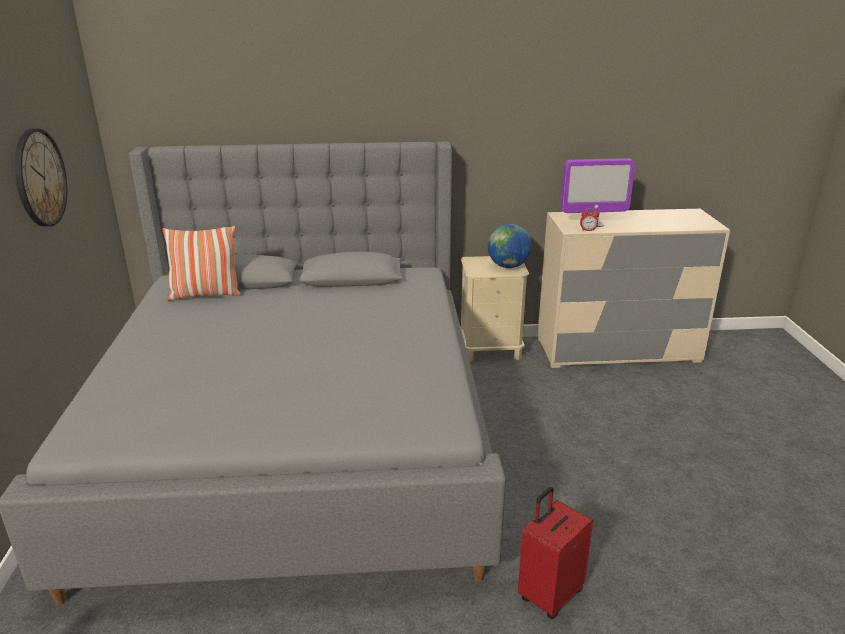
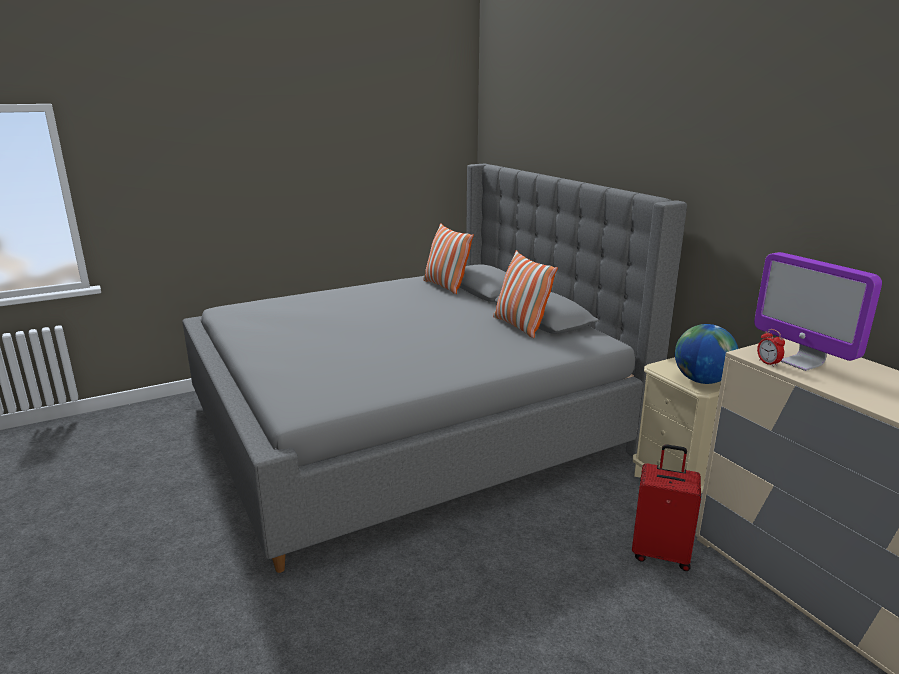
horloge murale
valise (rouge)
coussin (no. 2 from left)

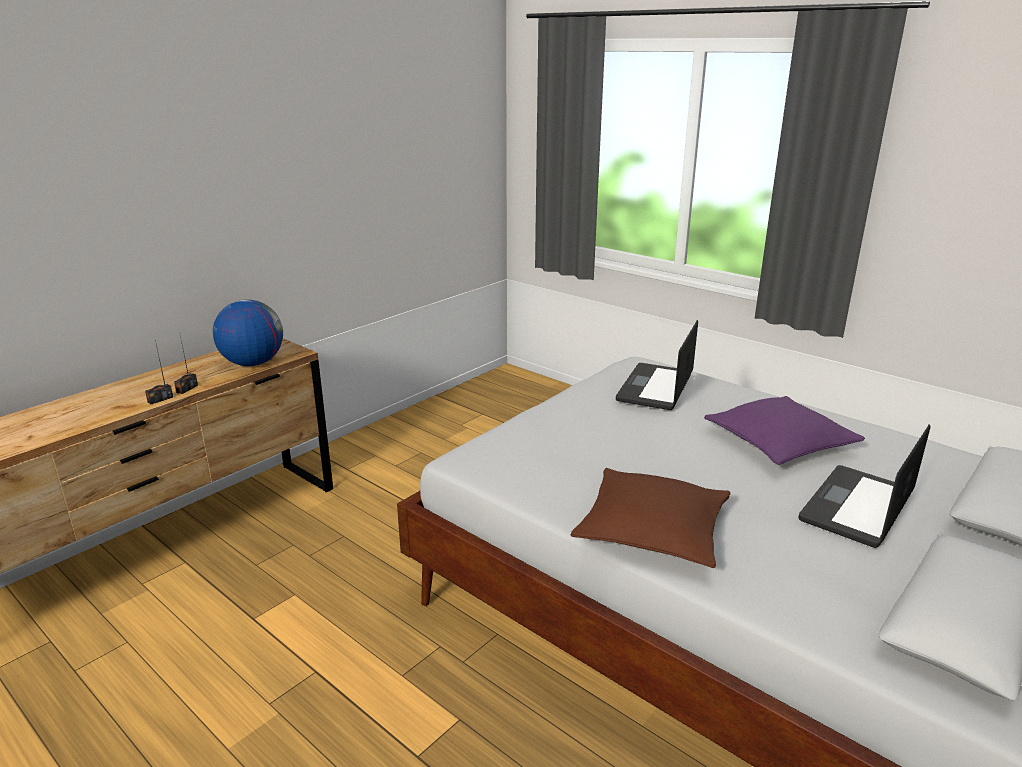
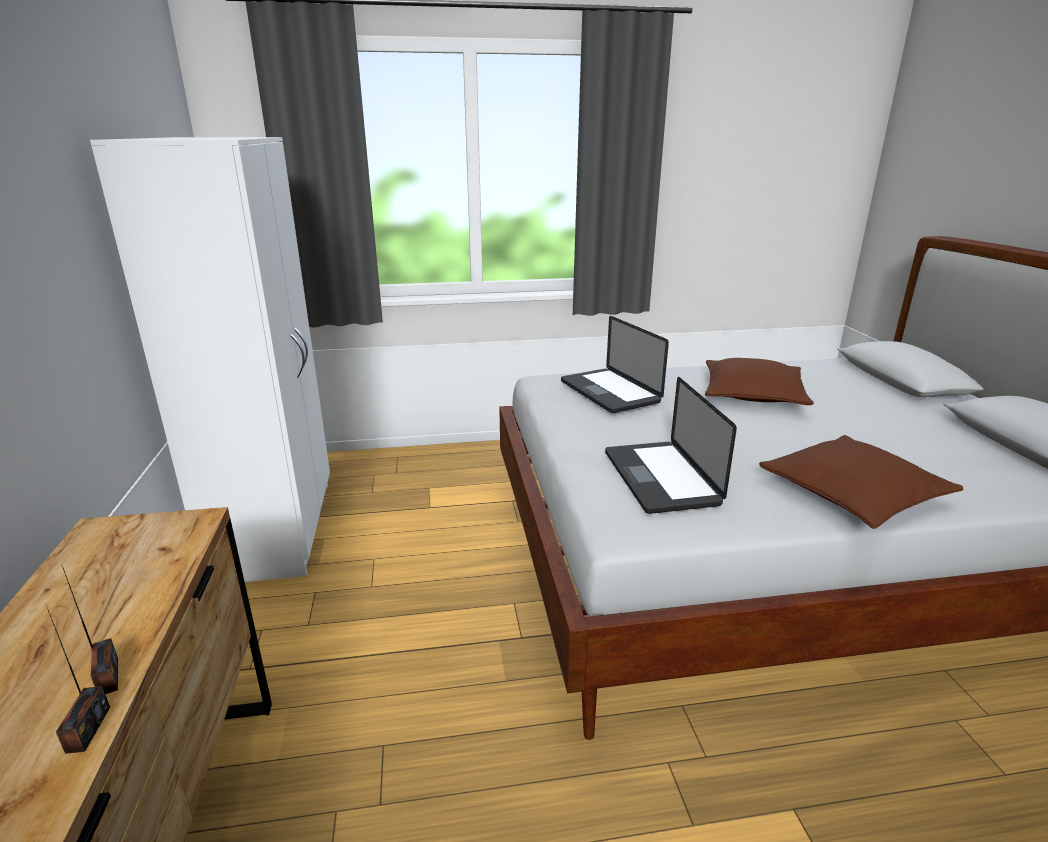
globe
coussin (marron) (no. 1 from left)
ordinateur portable (no. 2 from left)
armoire (blanc)

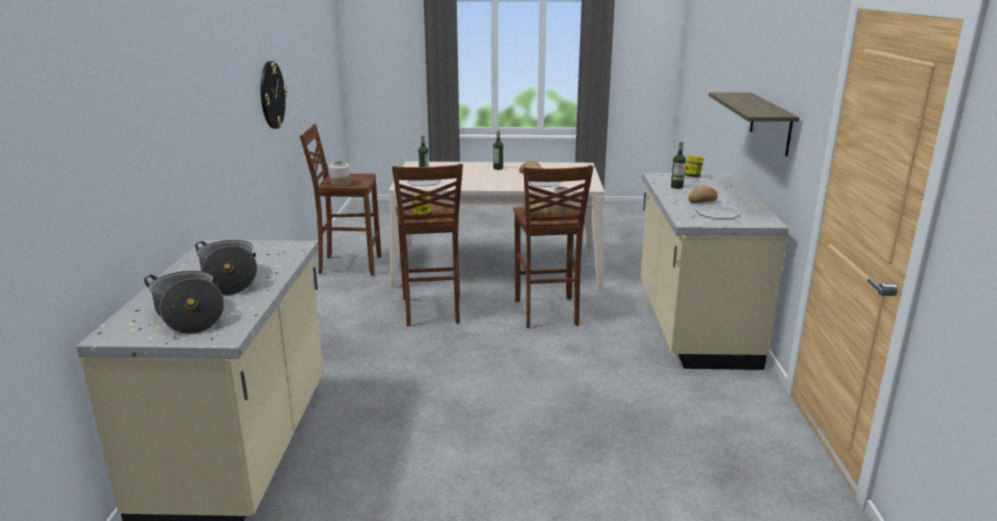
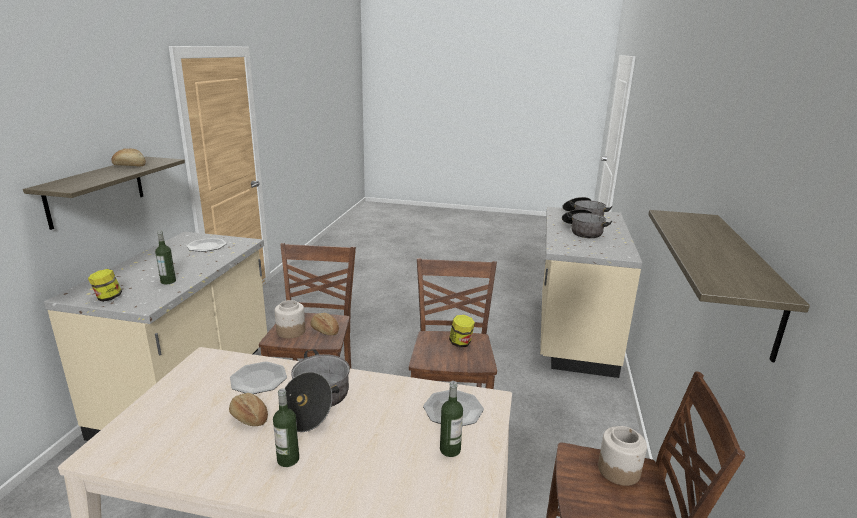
étagère (no. 2 from left)
pain (no. 1 from left)
marmite (no. 1 from left)

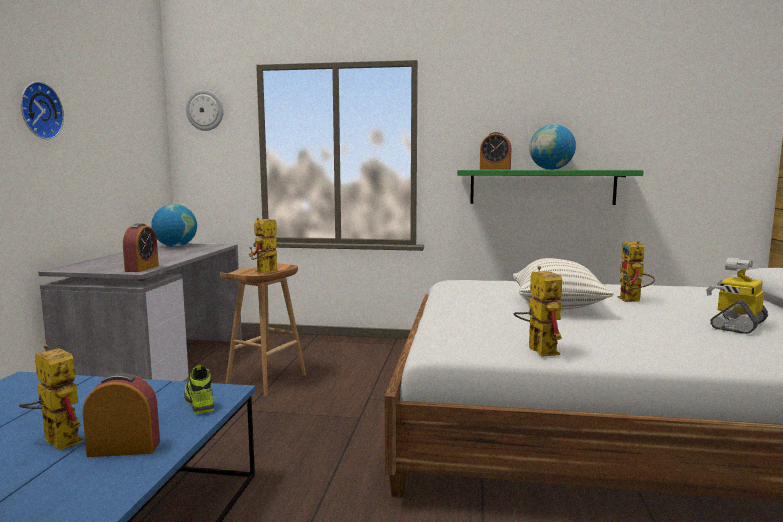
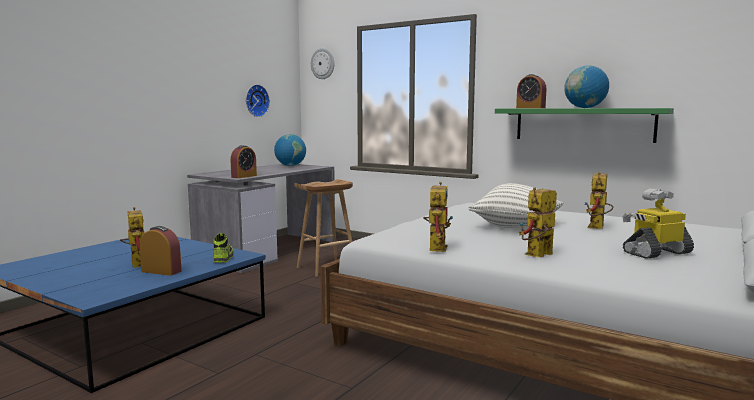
horloge murale (no. 1 from left)
robot jouet (no. 3 from left)

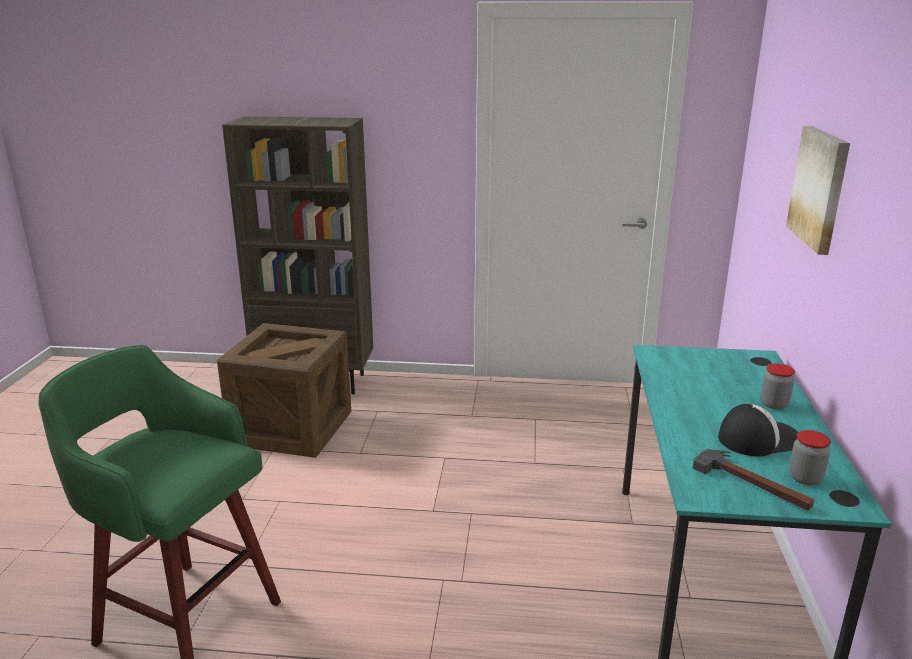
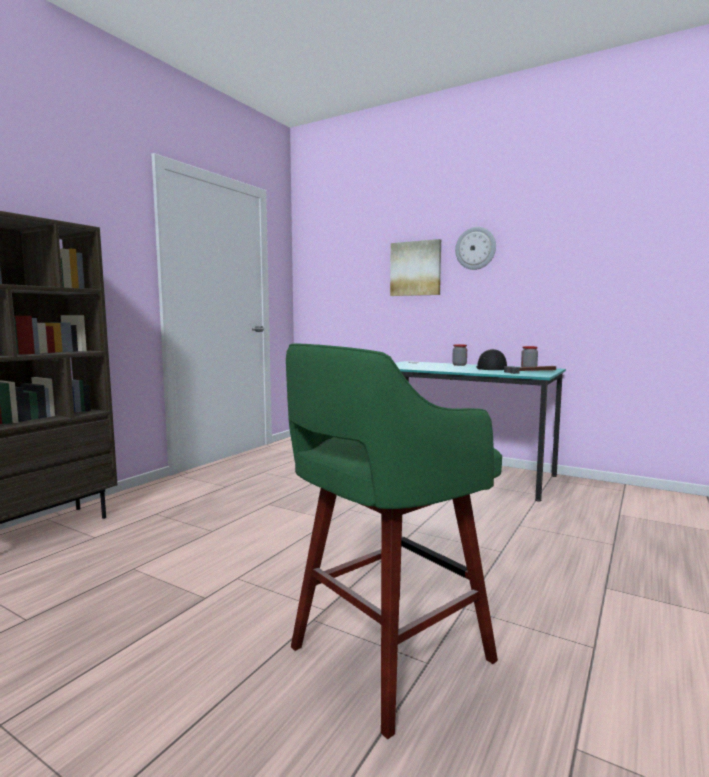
caisse
horloge murale

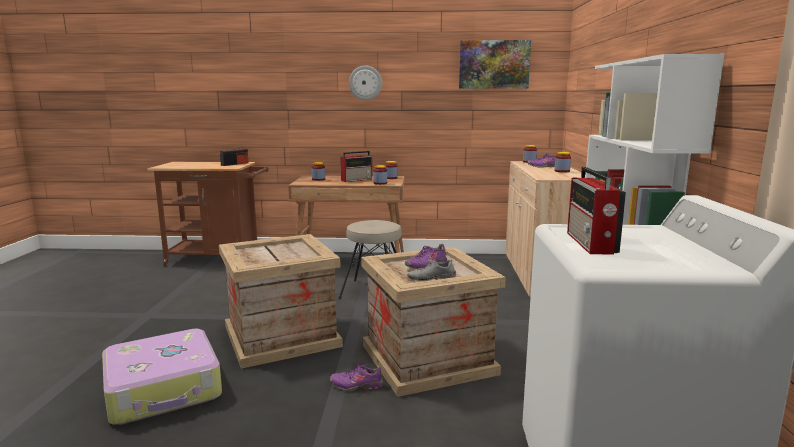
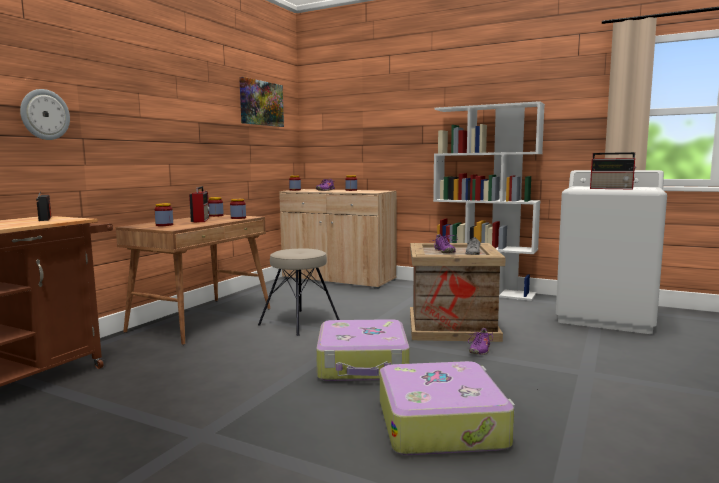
valise (no. 1 from left)
horloge murale

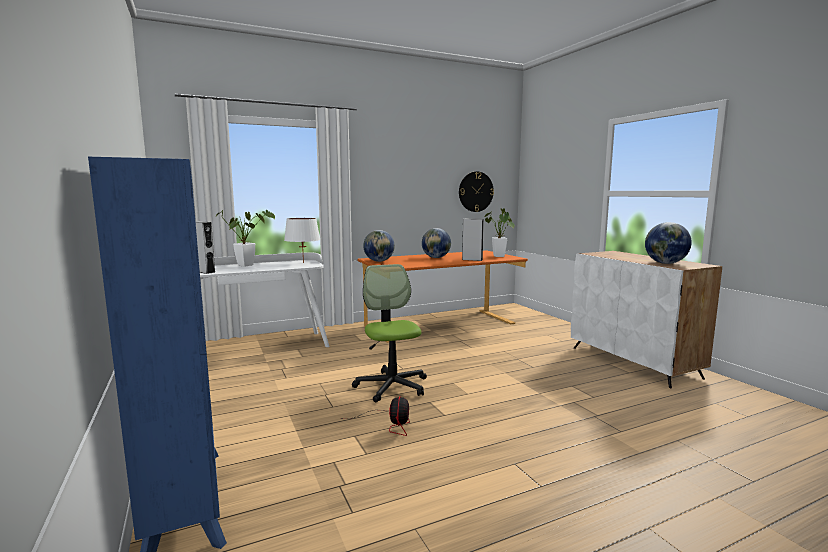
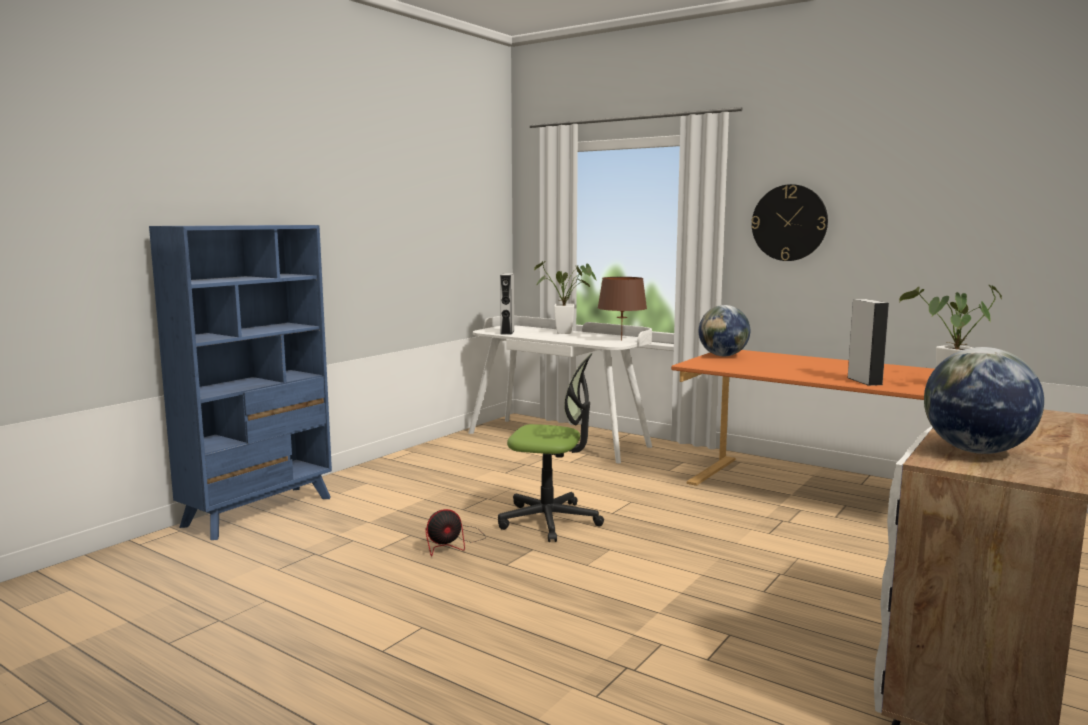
lampe de table (marron)
chaise de bureau
globe (no. 2 from left in the first image)
horloge murale

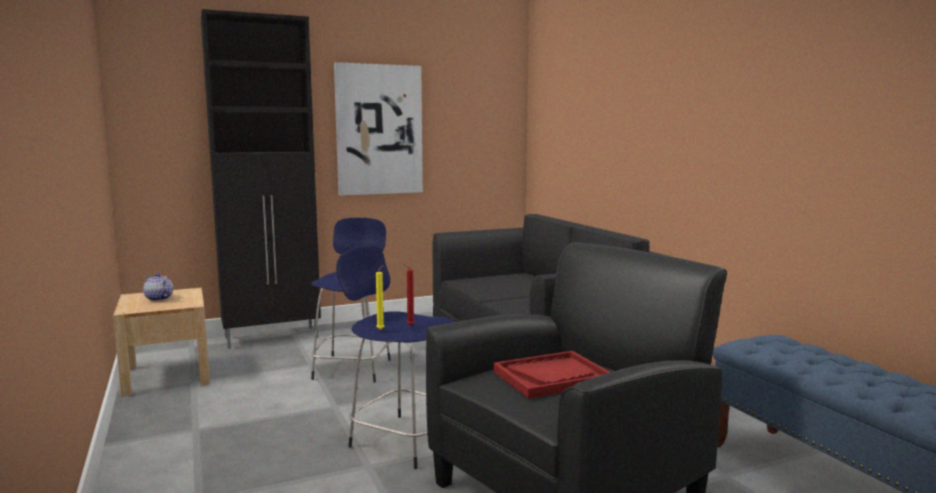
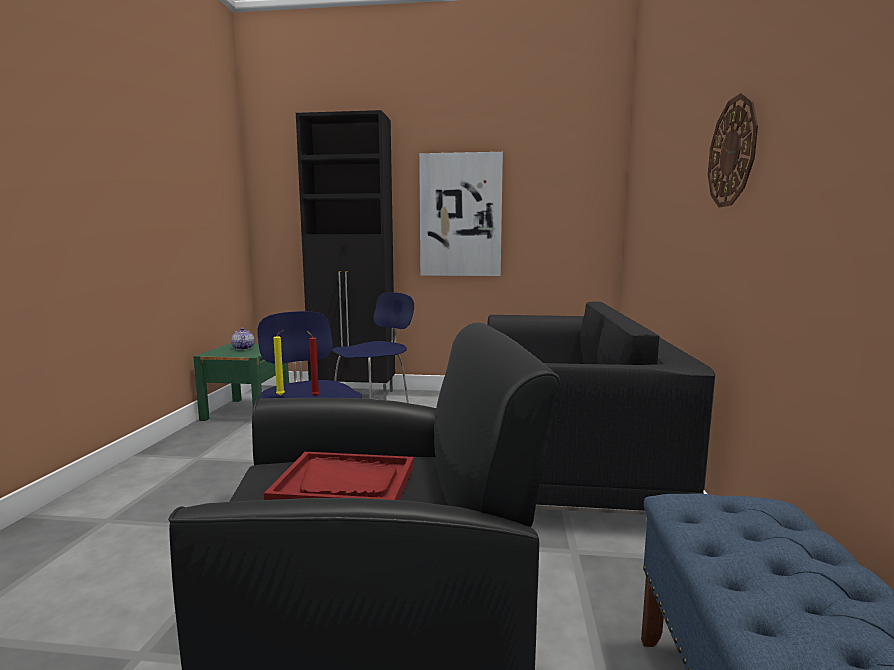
table de chevet (vert)
horloge murale

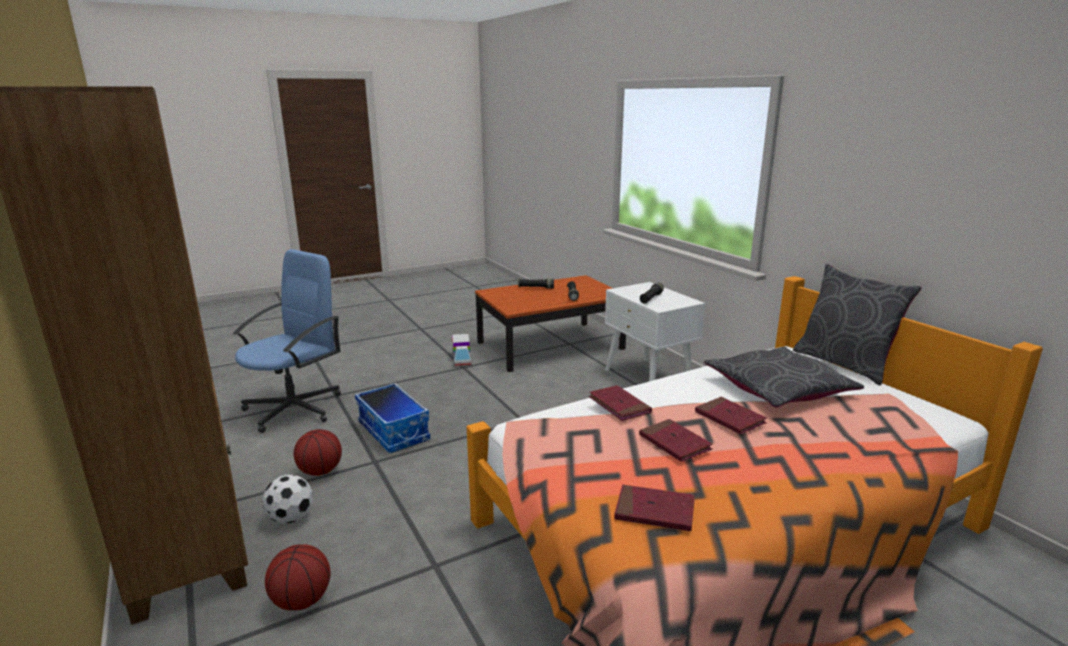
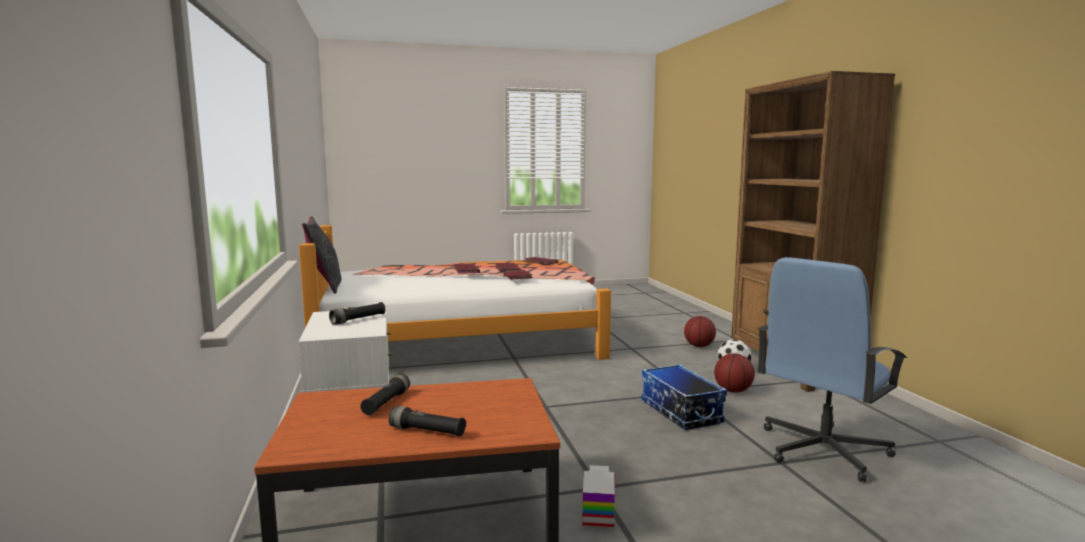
coussin (gris) (no. 1 from left in the first image)

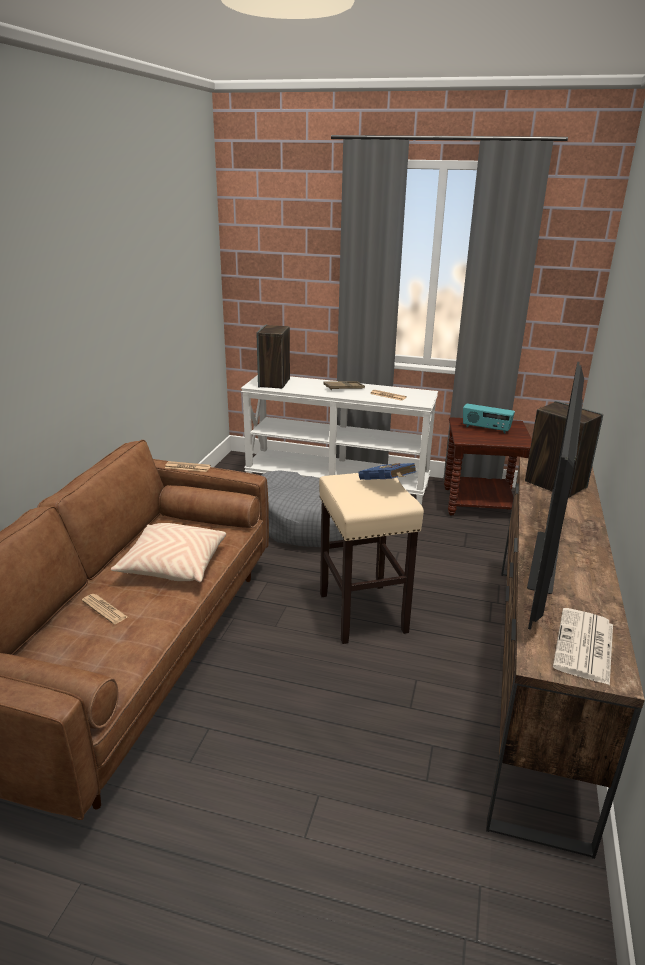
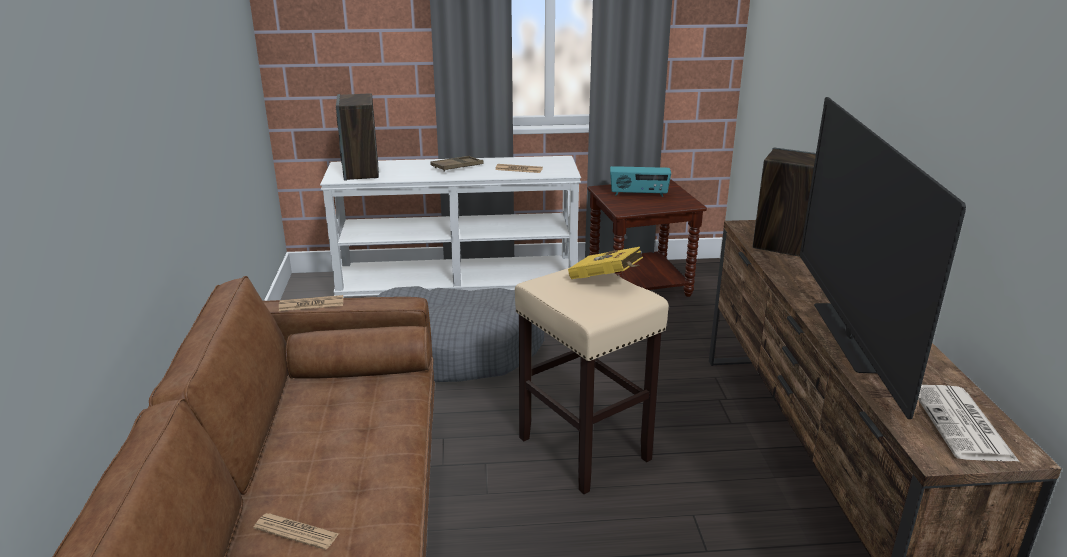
coussin (beige)
livre (jaune)

